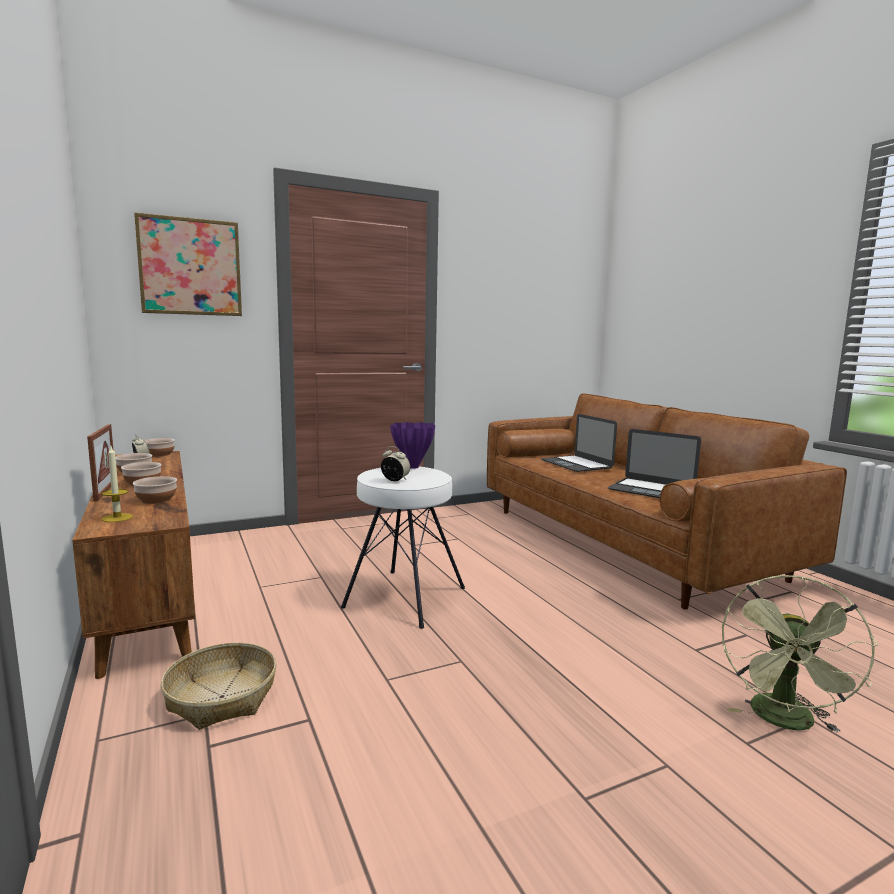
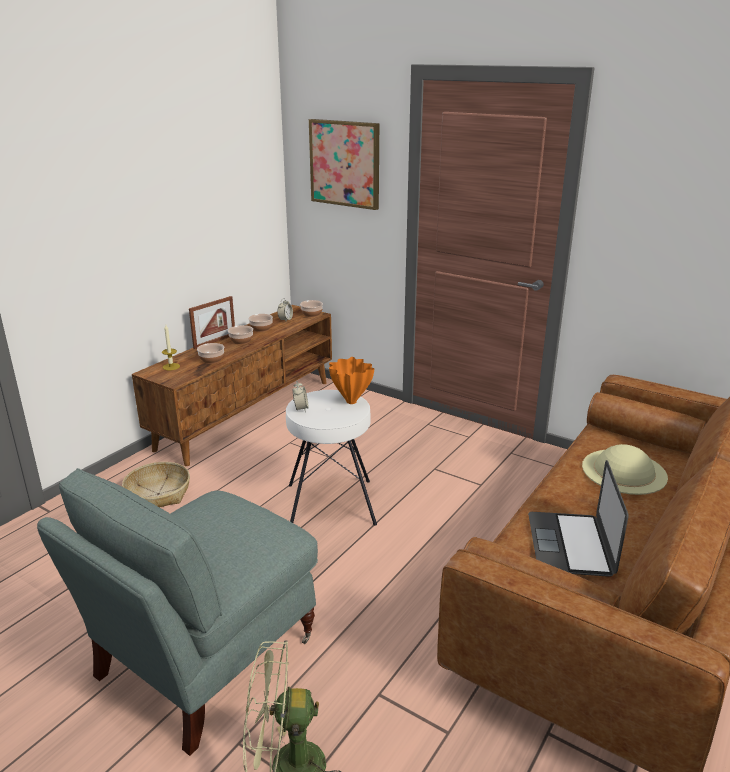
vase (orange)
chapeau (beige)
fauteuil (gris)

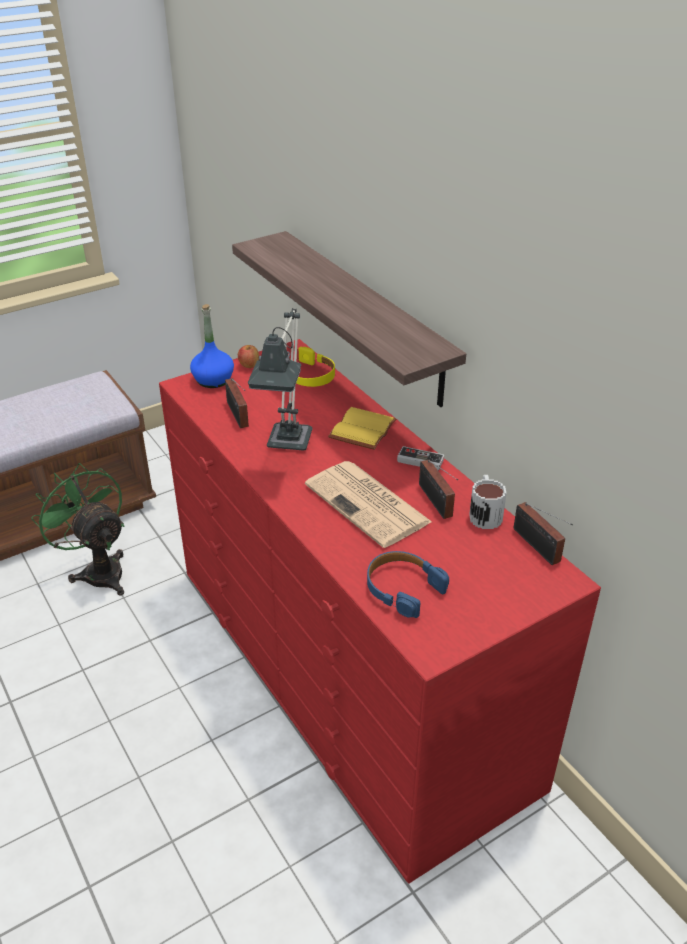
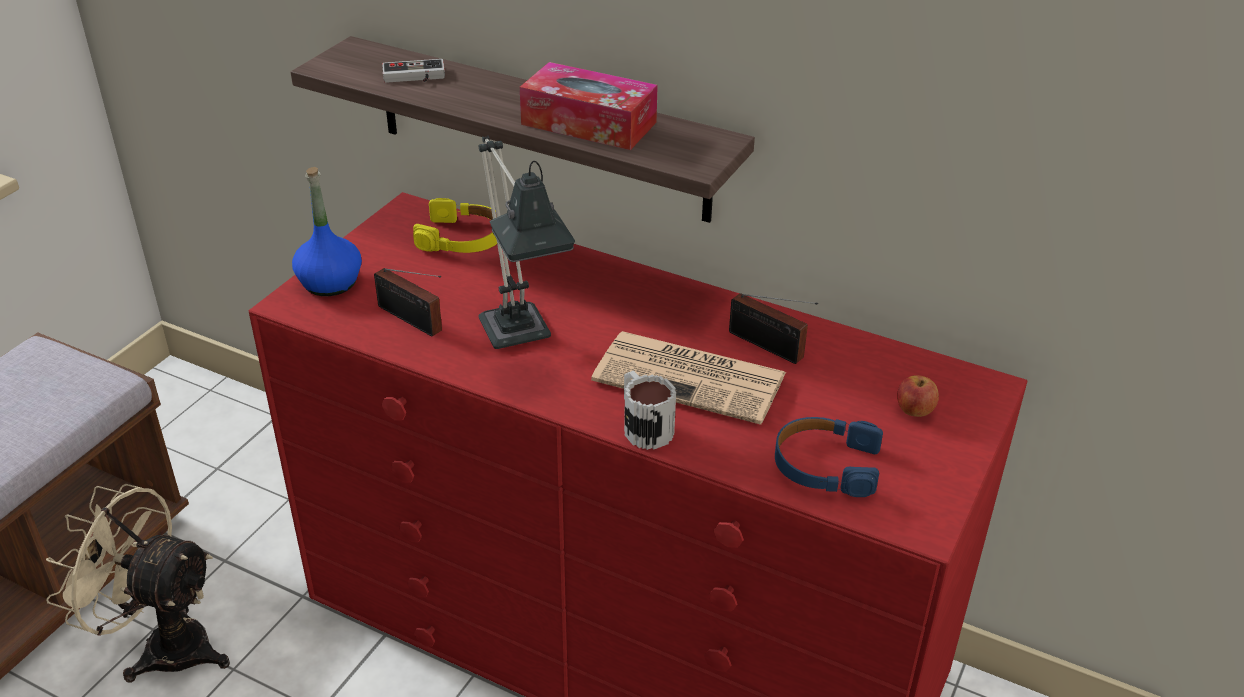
ventilateur (beige)
pomme
livre (jaune)
manette
mug
radio (no. 3 from left in the first image)
boîte à mouchoirs

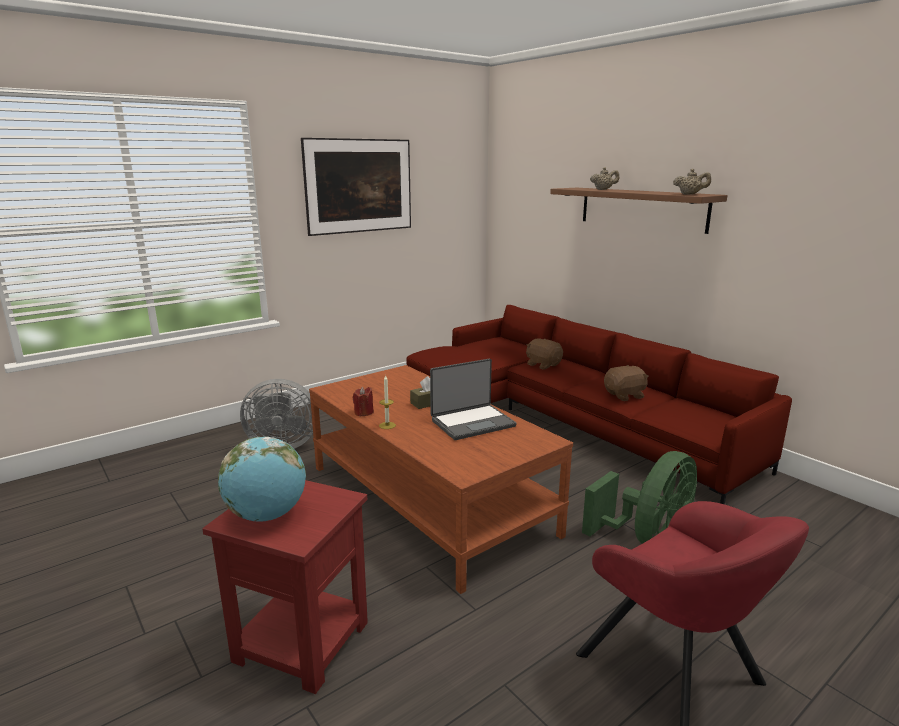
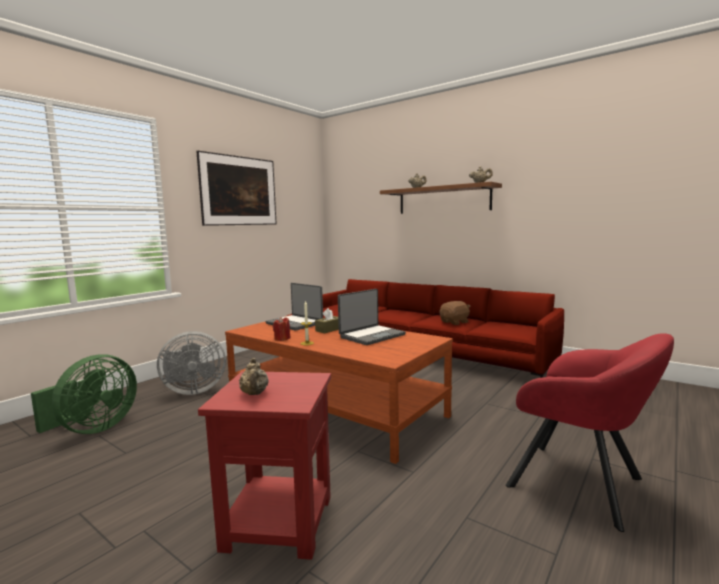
théière (beige) (no. 1 from left)
peluche (marron) (no. 1 from left in the first image)
ventilateur (vert)
ordinateur portable (no. 1 from left)

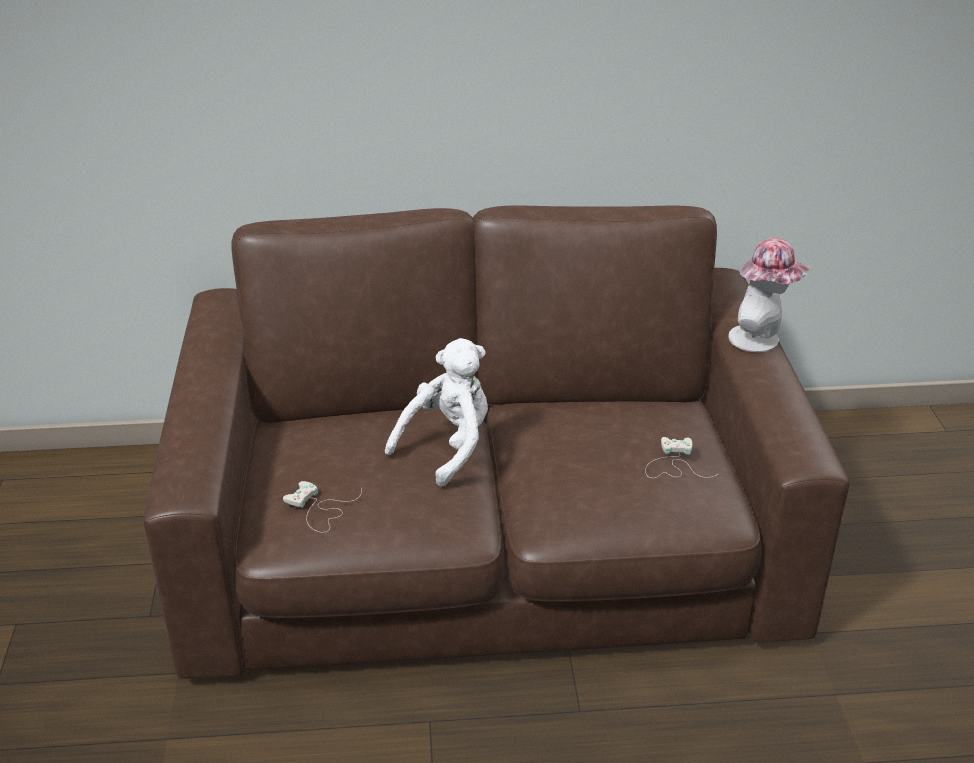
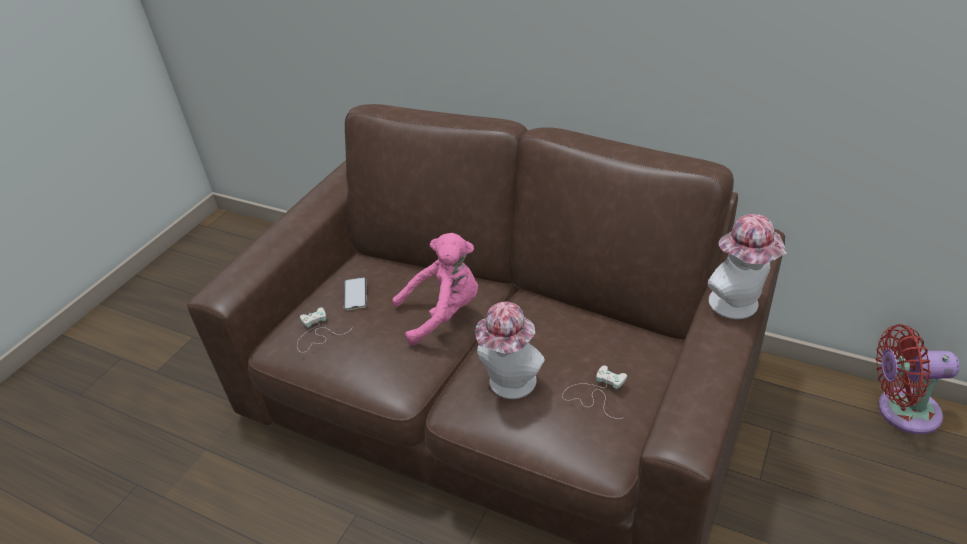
peluche (rose)
téléphone
chapeau (no. 1 from left)
ventilateur (rouge)

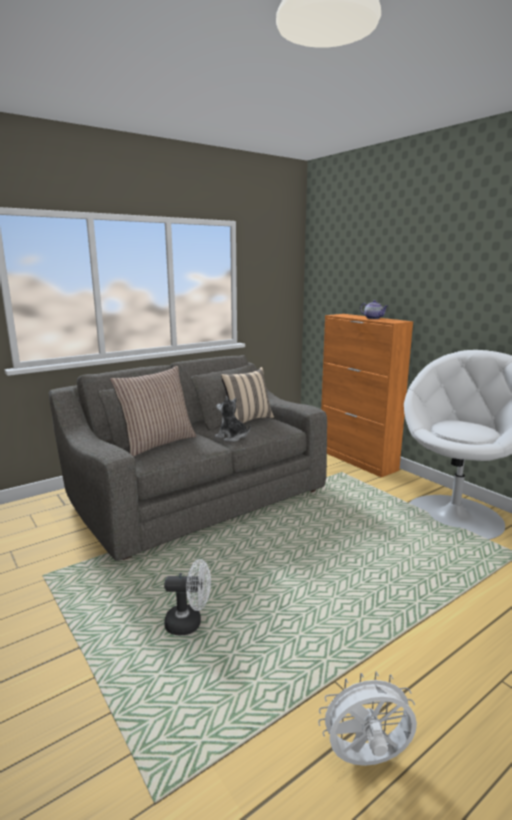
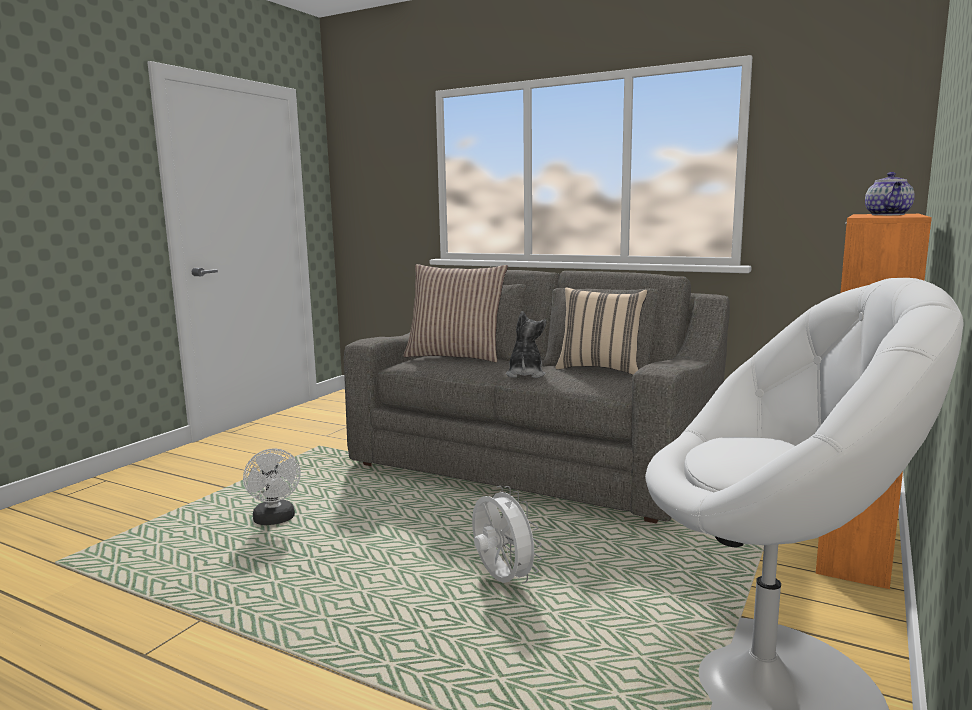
ventilateur (blanc) (no. 2 from left)

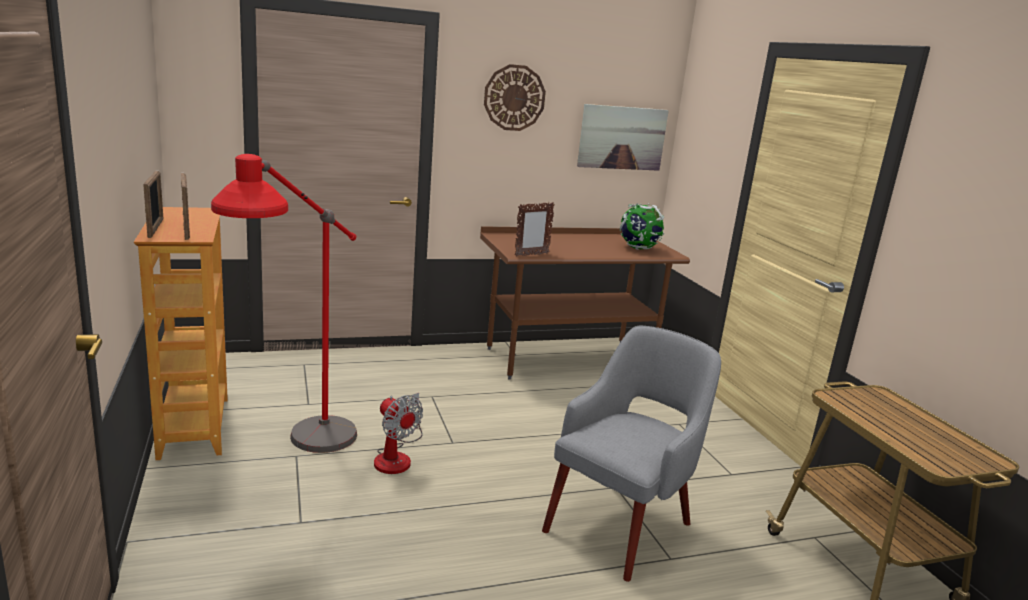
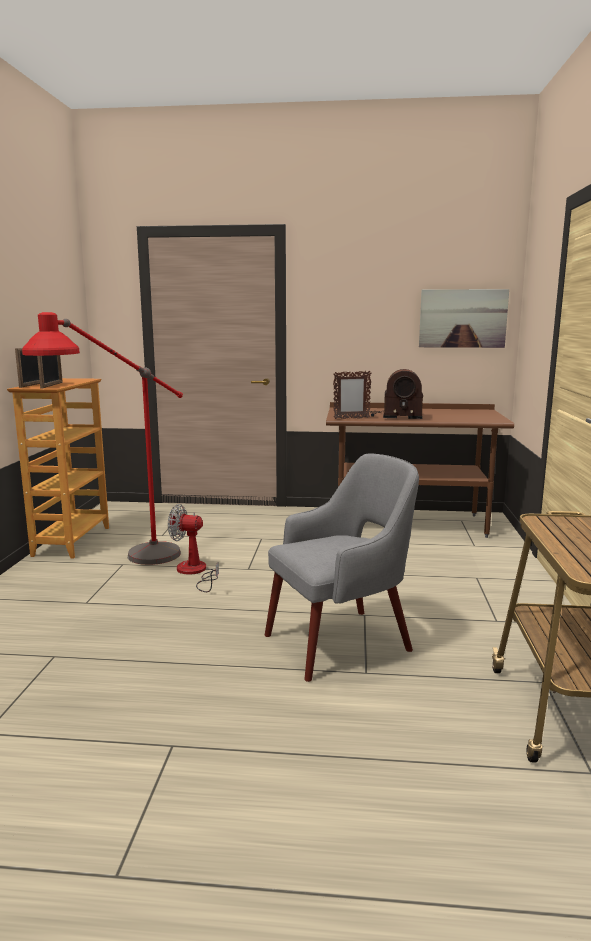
ventilateur
horloge murale
globe
radio

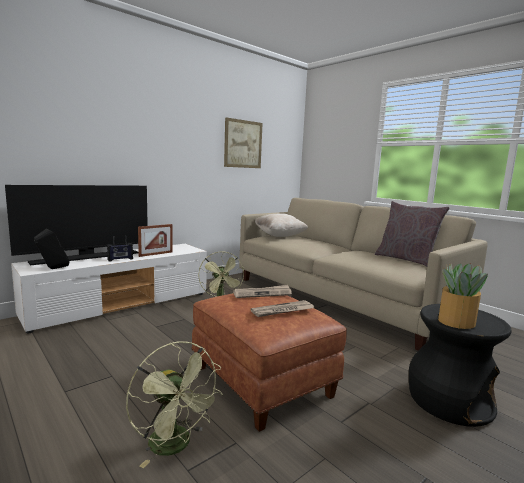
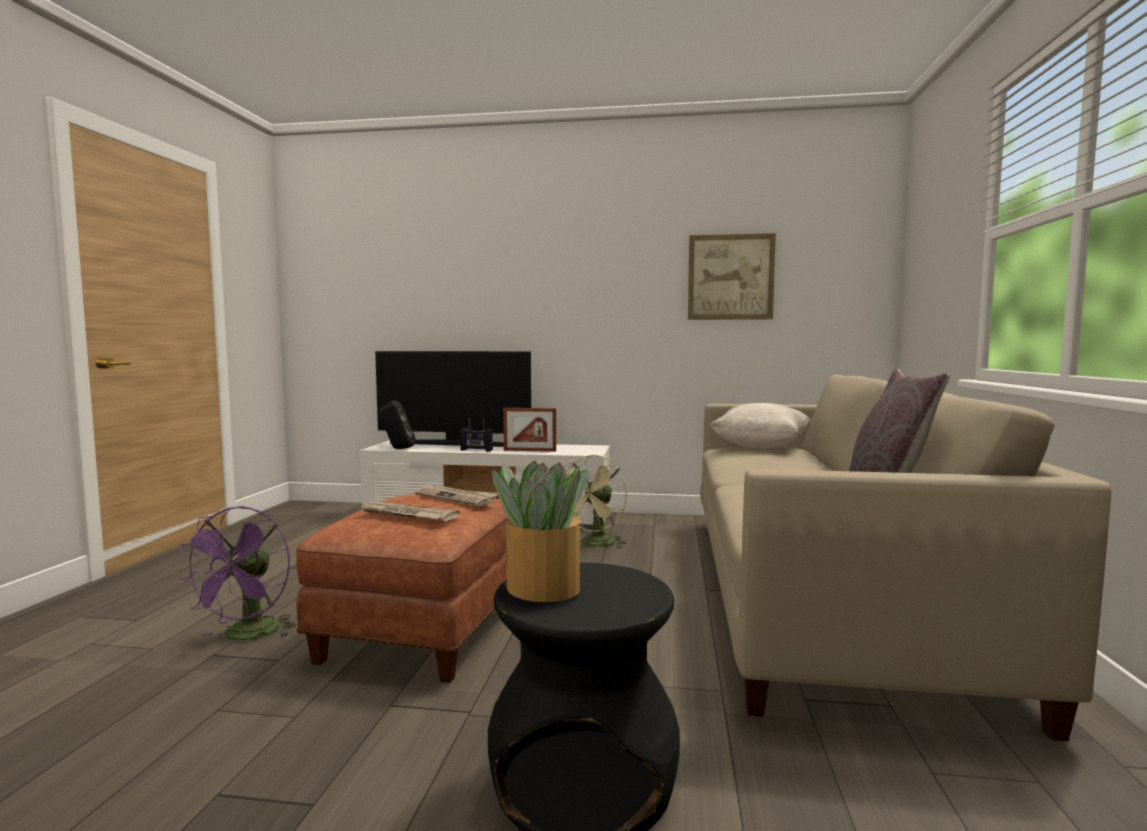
ventilateur (violet)

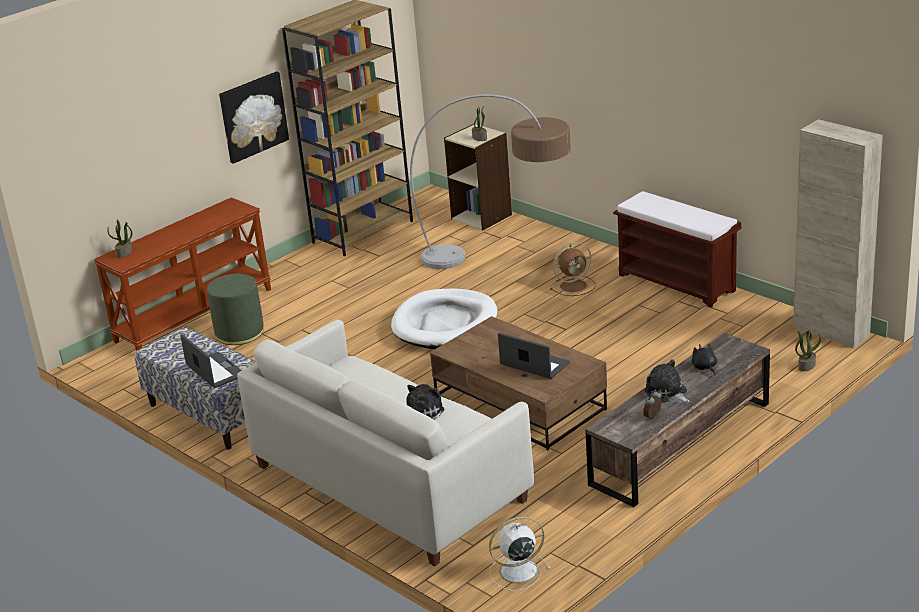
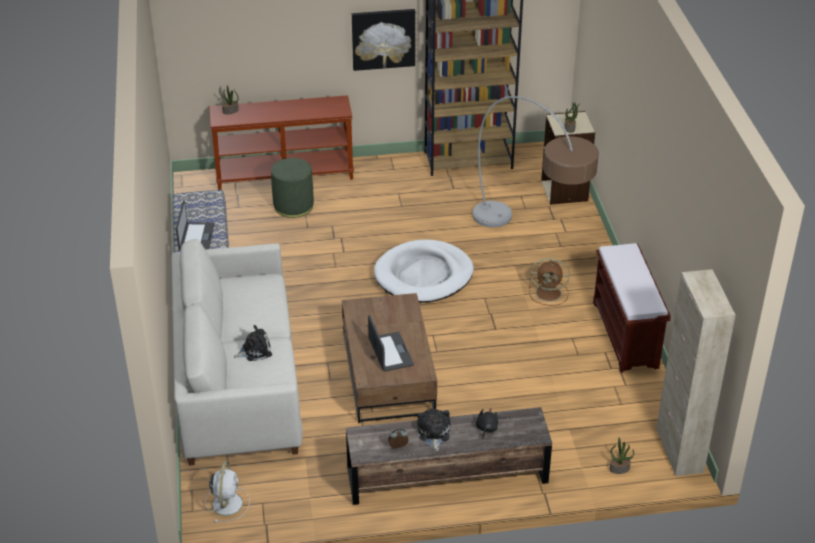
ventilateur (blanc)

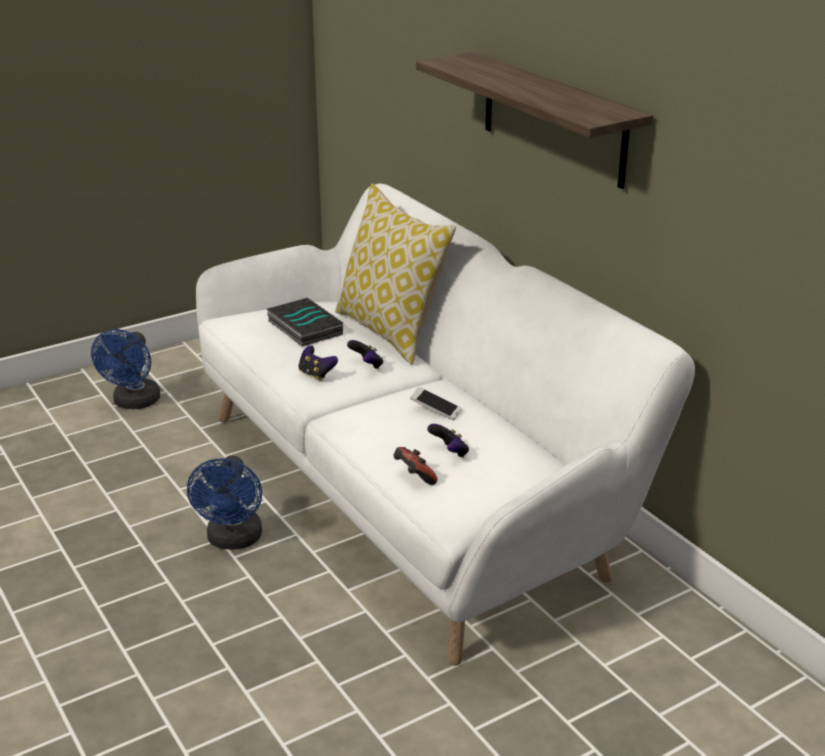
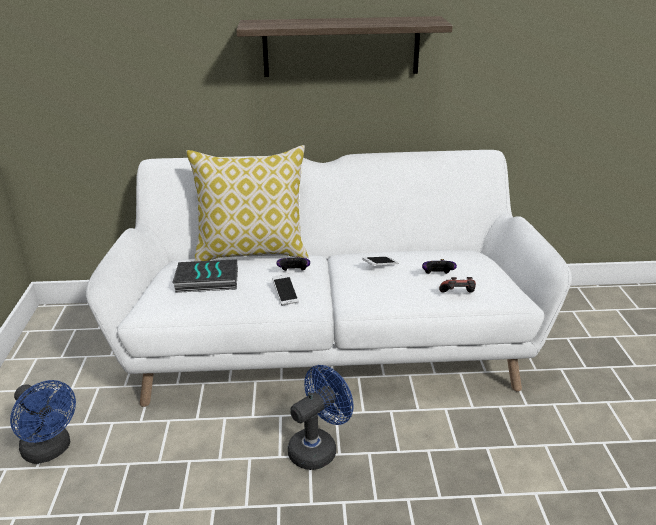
ventilateur (bleu) (no. 2 from left)
téléphone (no. 1 from left)

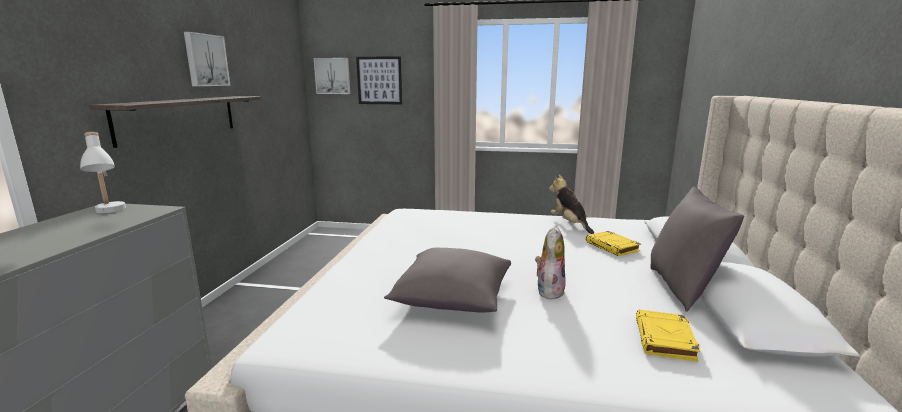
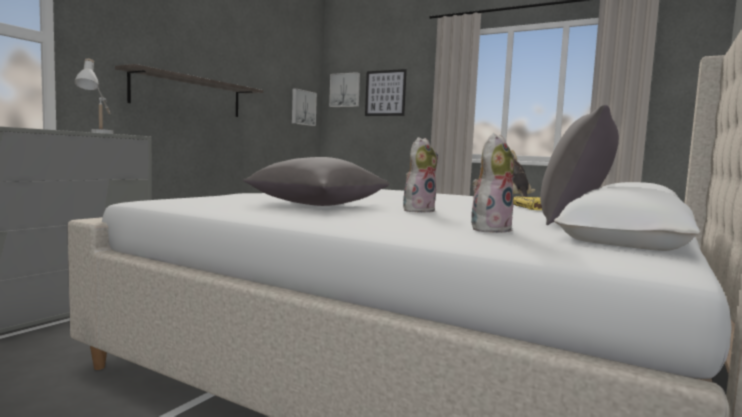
tableau (no. 1 from left)
peluche (no. 2 from left)

